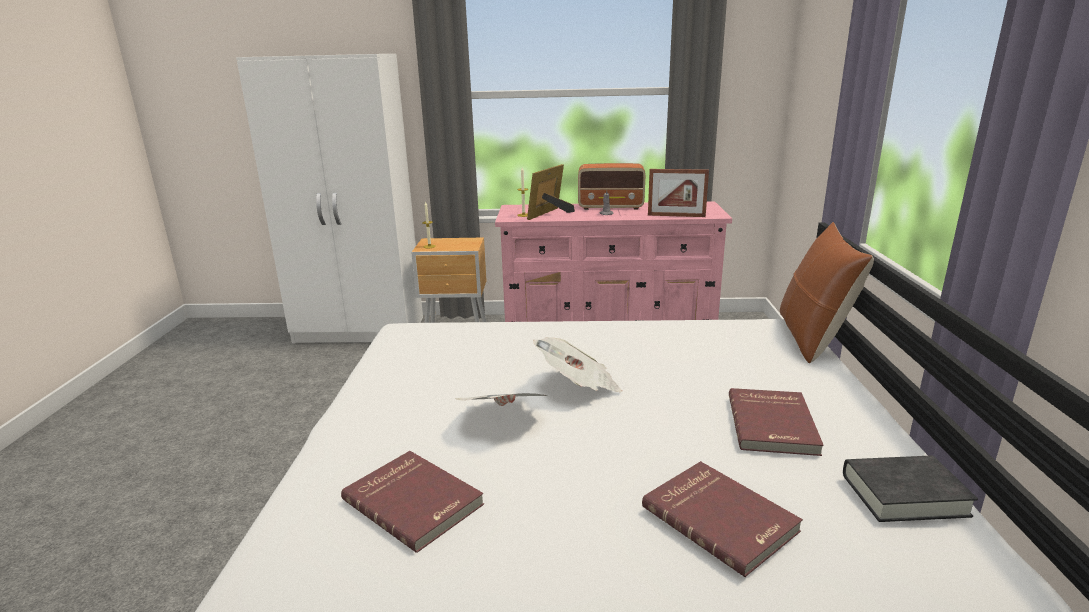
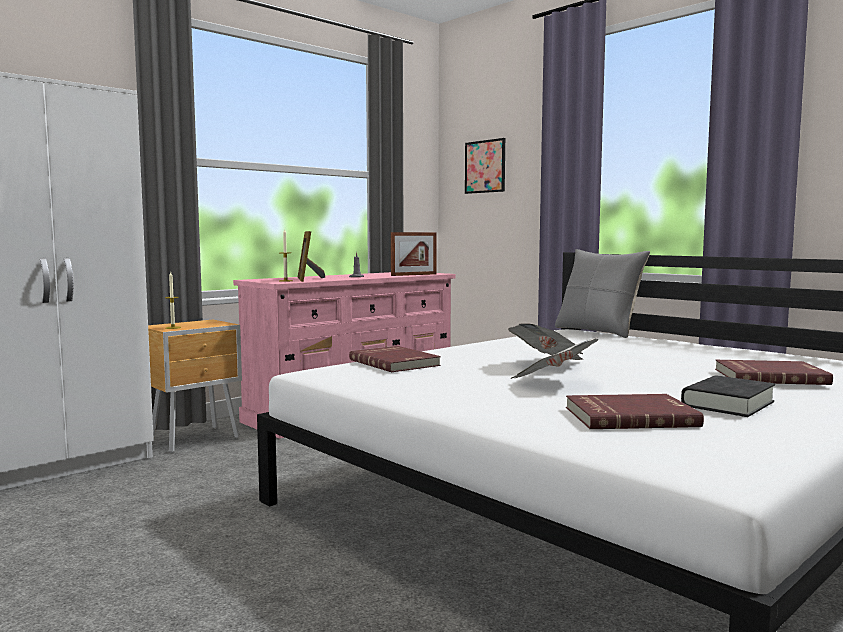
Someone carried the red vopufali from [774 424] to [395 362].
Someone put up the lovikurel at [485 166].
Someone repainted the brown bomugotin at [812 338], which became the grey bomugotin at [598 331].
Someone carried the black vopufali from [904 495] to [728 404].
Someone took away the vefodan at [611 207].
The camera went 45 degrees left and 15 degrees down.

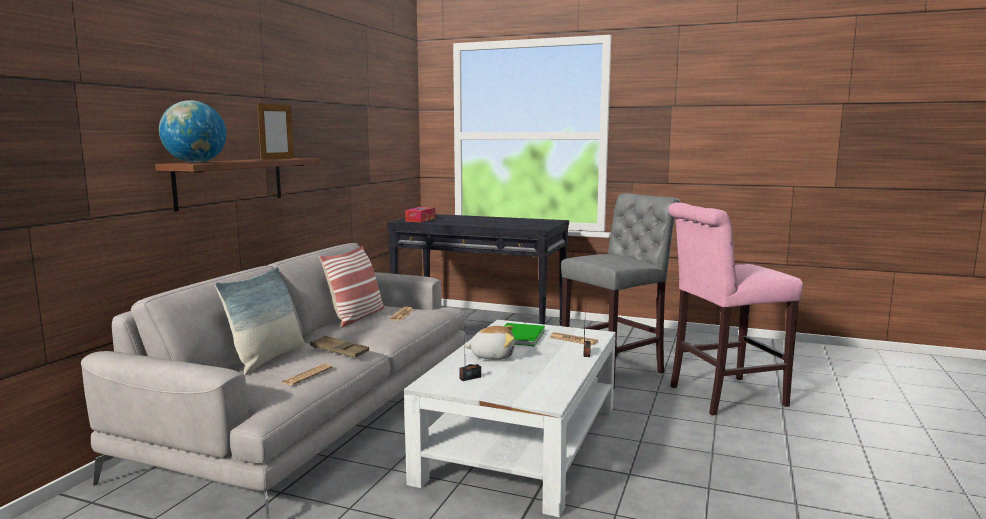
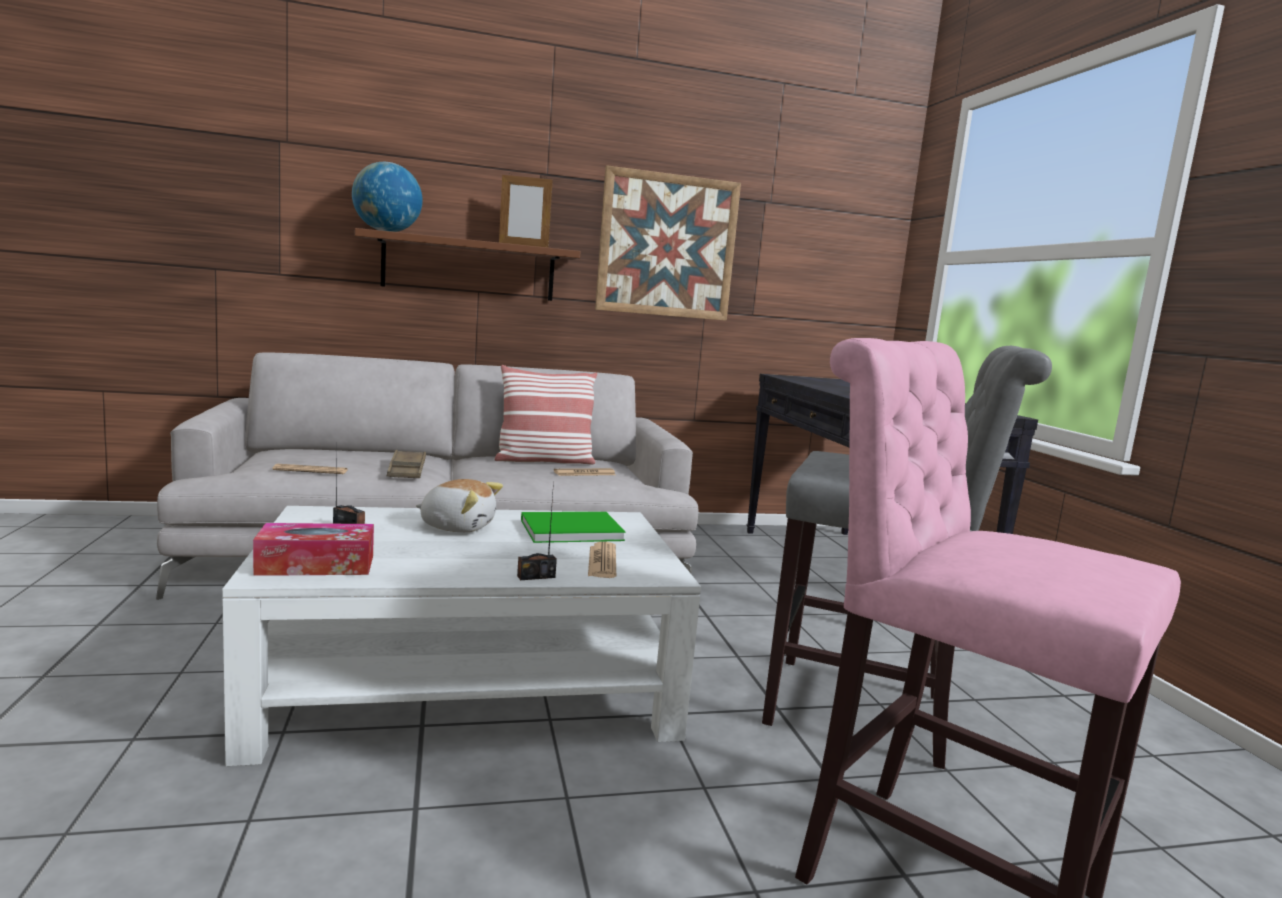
Someone carried the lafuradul from [420 220] to [316 565].
Someone rotated the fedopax at [492 356] by 45 degrees counterclockwise.
Someone put up the lovikurel at [667 246].
Someone took away the bomugotin at [267 358].
The camera went 55 degrees right and 0 degrees up.

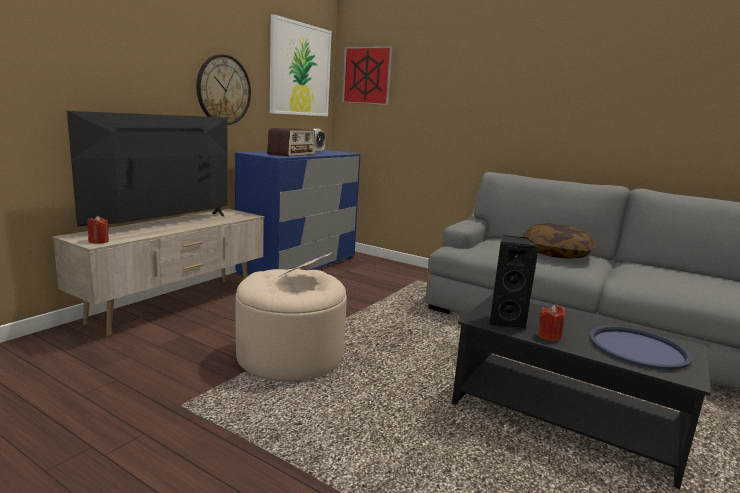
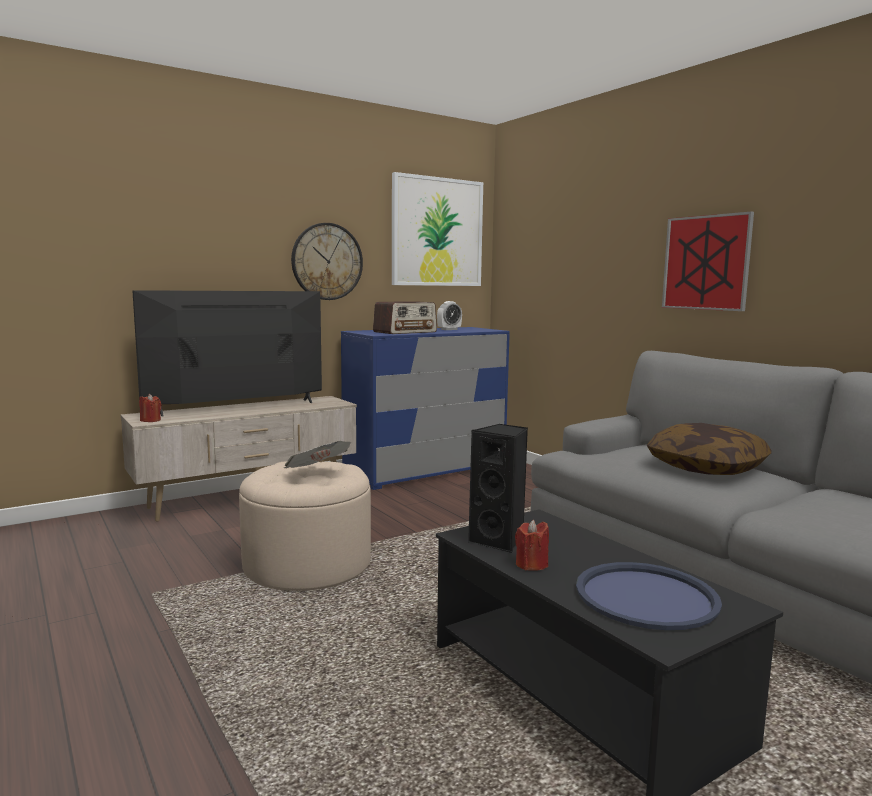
Someone carried the lovikurel from [367 75] to [706 262].
The camera went 25 degrees right and 5 degrees down.

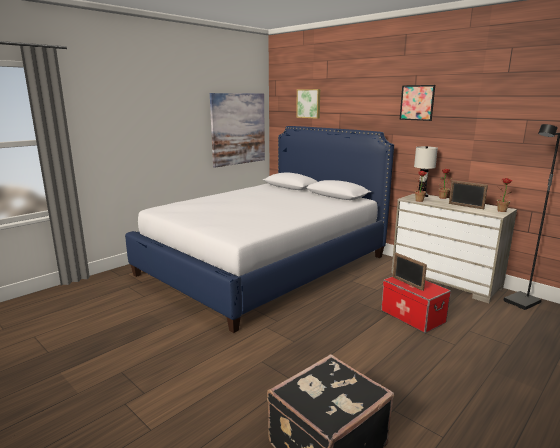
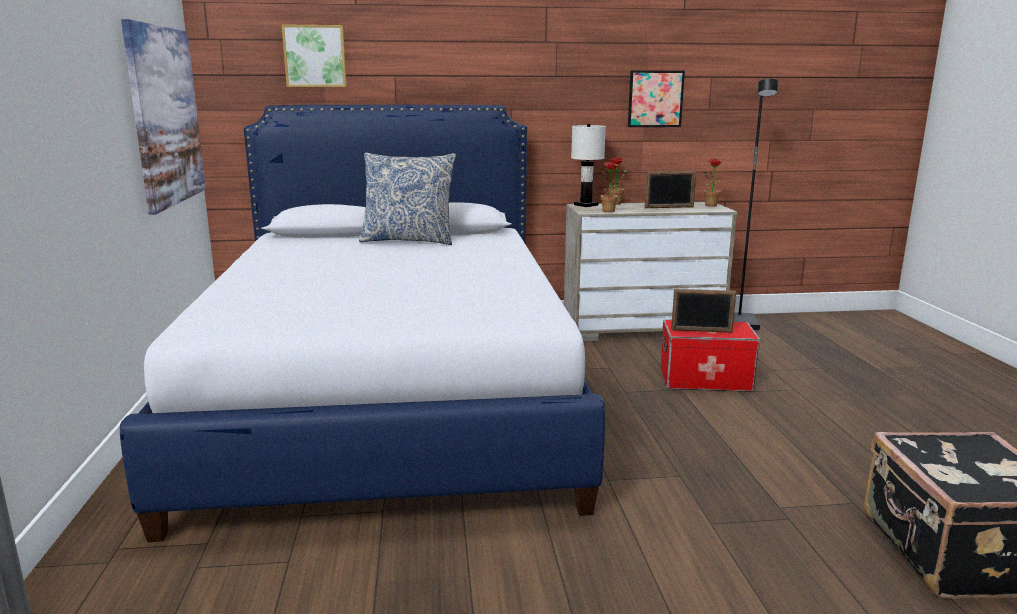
Someone put down the bomugotin at [408 240].
Someone carried the lovikurel from [417 102] to [655 99].
The camera went 50 degrees left and 0 degrees up.

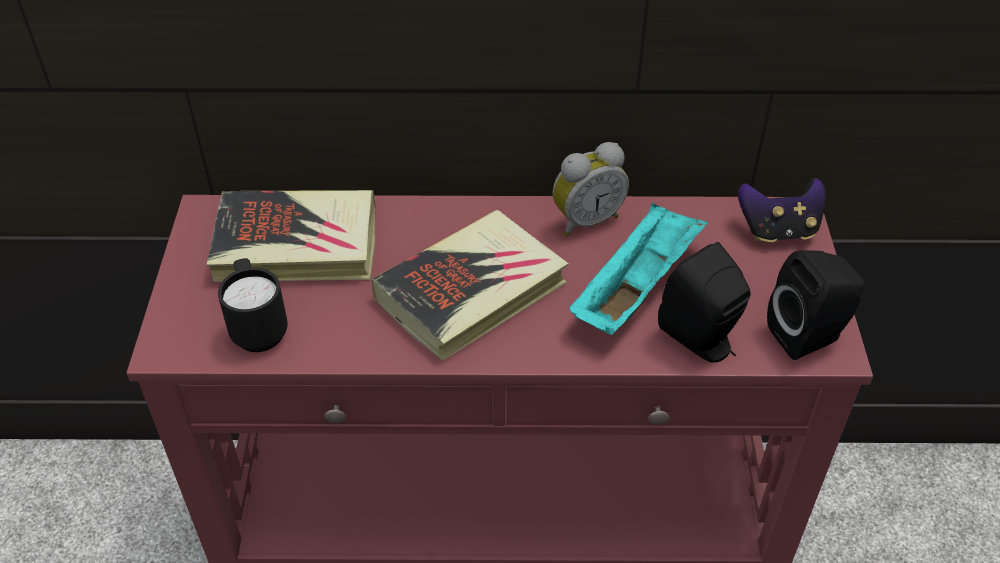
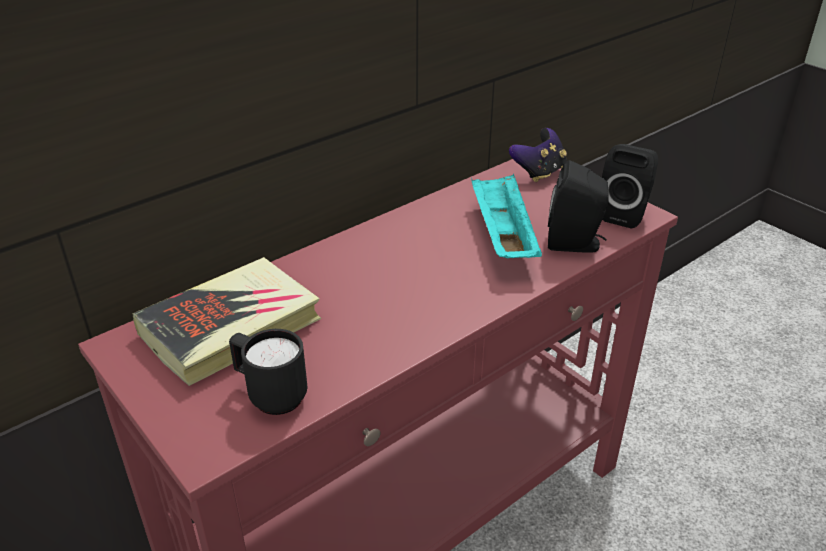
Someone took away the vopufali at [472 291].
Someone took away the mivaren at [585 220].
The camera went 40 degrees left and 10 degrees down.

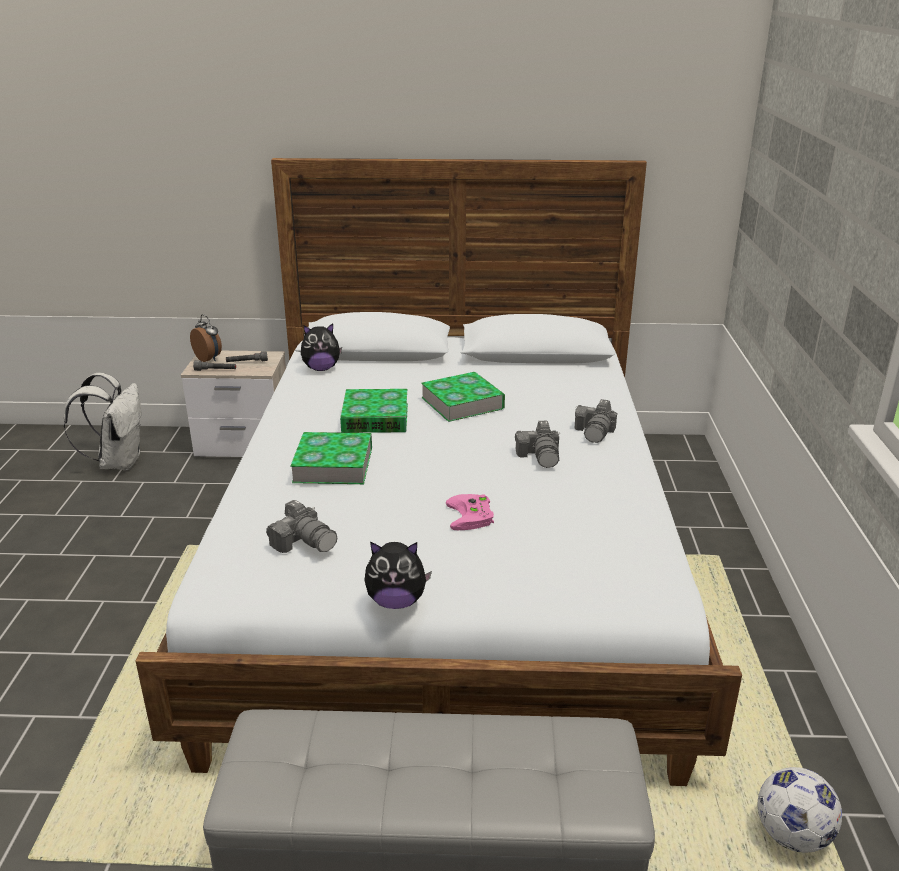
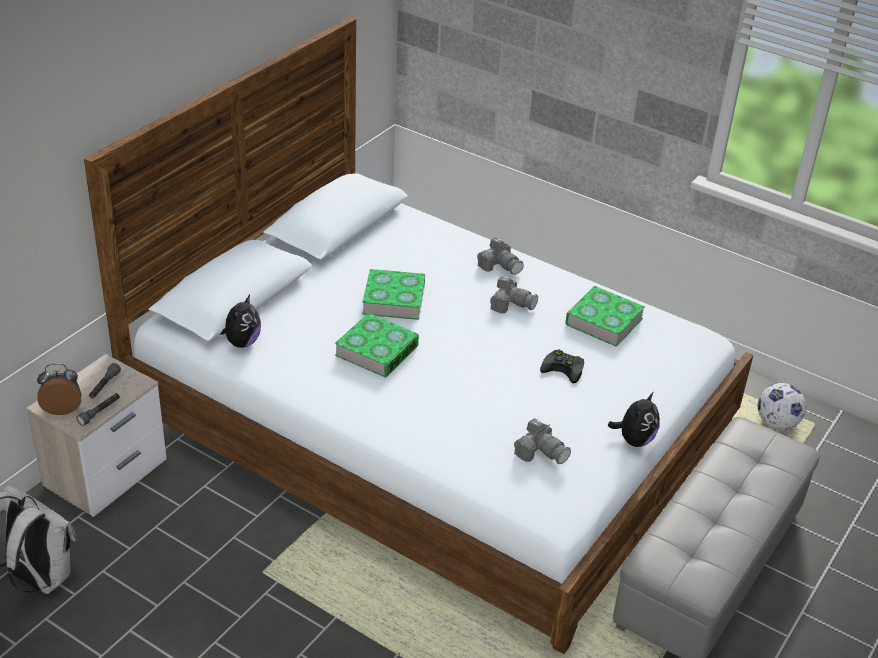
Someone rotated the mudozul at [304 541] by 60 degrees clockwise.
Someone repainted the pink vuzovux at [472 516], which became the black vuzovux at [565 368].
Someone carried the vopufali from [333 465] to [604 321].
The camera went 60 degrees left and 10 degrees up.

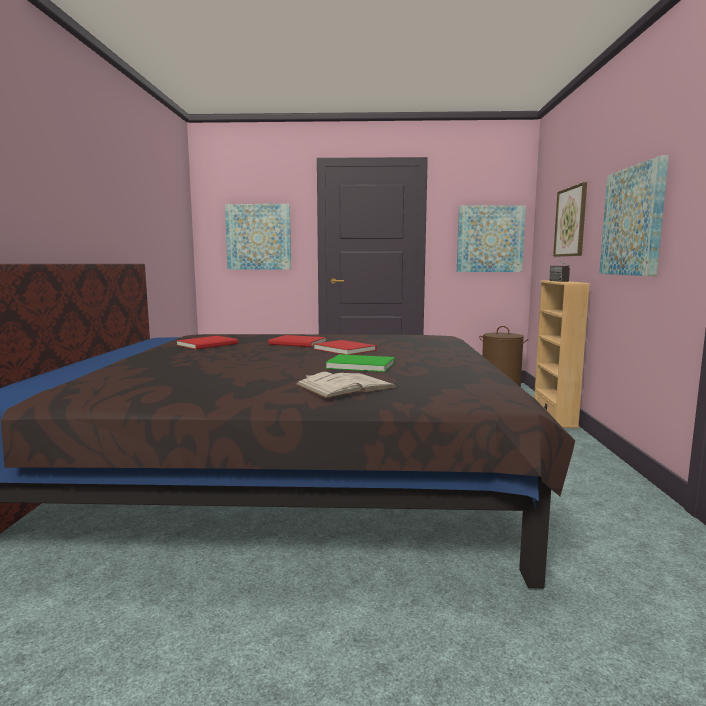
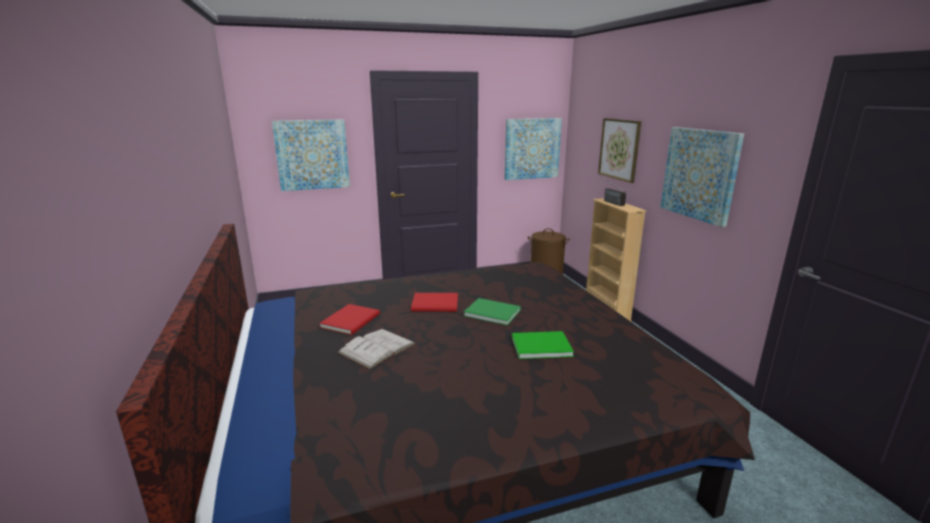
Someone carried the white vopufali from [345 386] to [377 348].
Someone repainted the red vopufali at [344 349], which became the green vopufali at [491 312].
The camera went 20 degrees left and 10 degrees up.

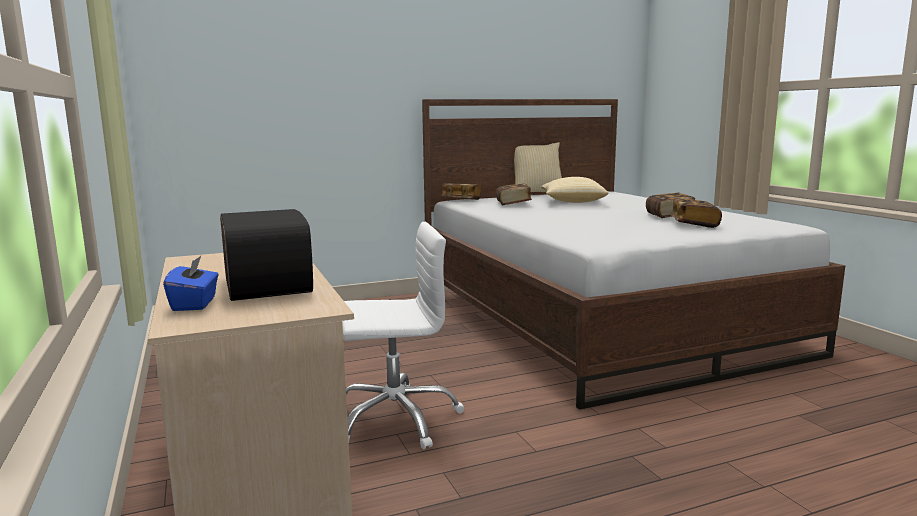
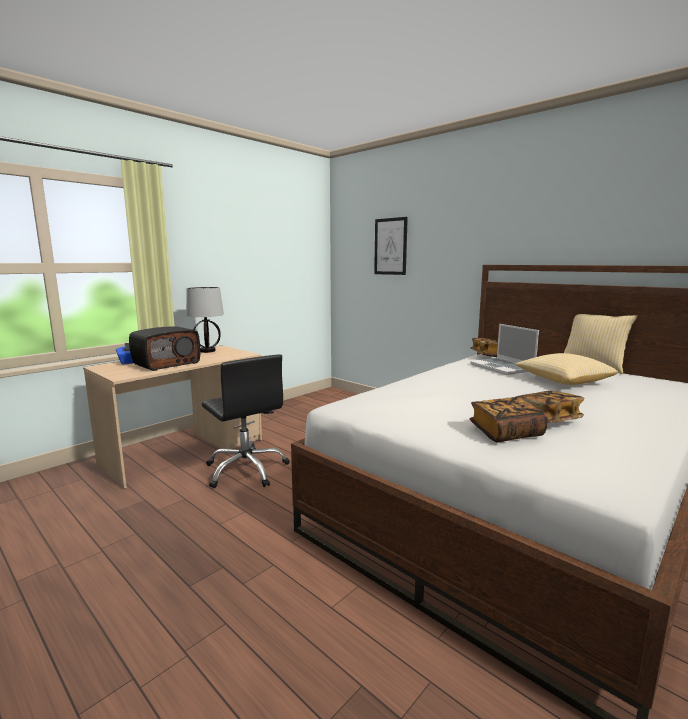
Someone put down the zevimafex at [207 351].
Someone repainted the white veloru at [395 419], which became the black veloru at [246 470].
Someone put up the lovikurel at [390 246].
Someone swapped the vopufali at [513 204] for the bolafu at [503 368].
The camera went 65 degrees right and 0 degrees up.

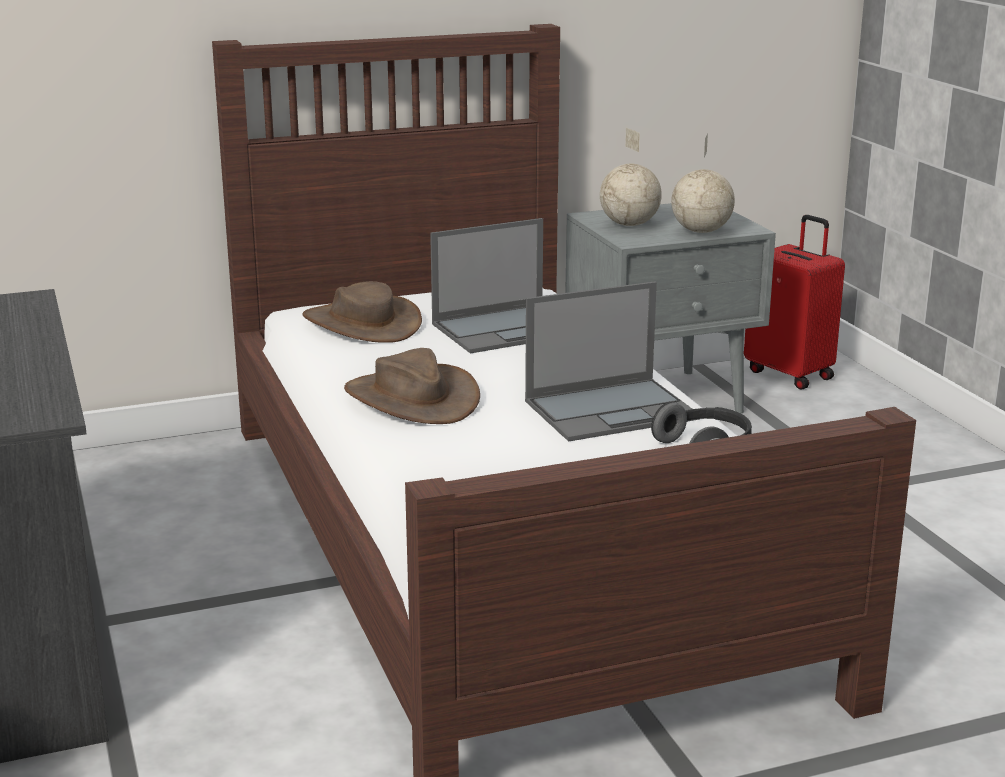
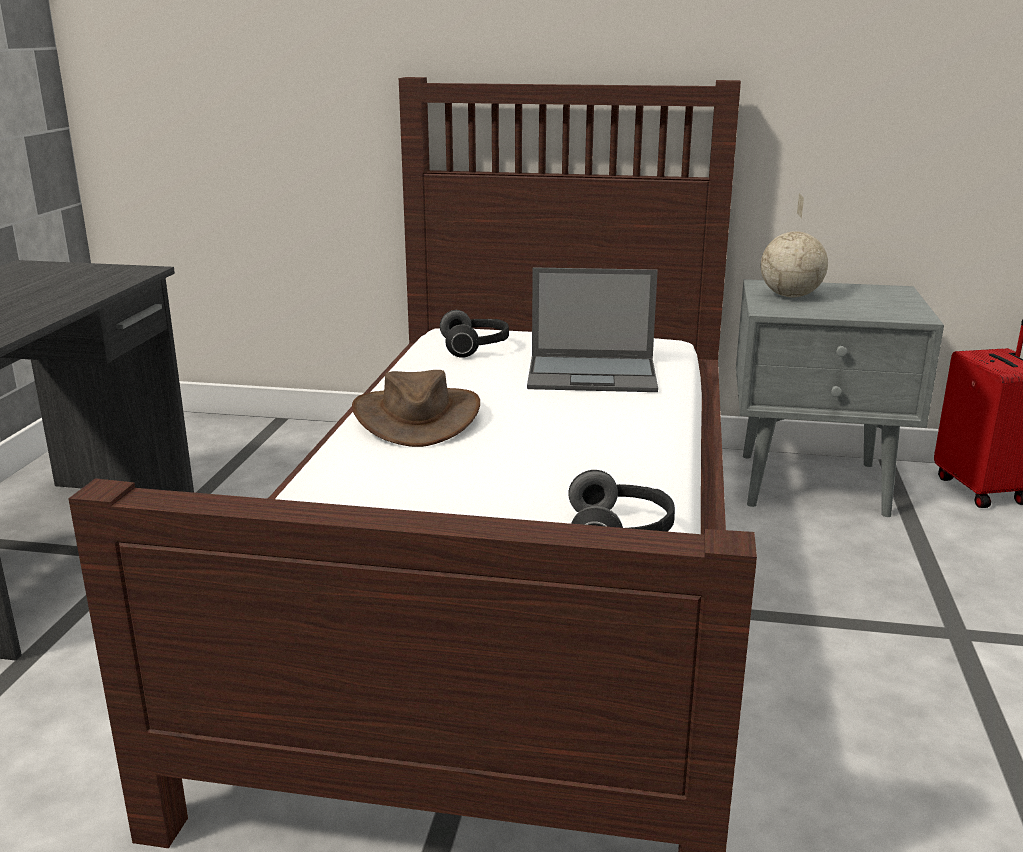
Someone swapped the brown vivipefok at [362 323] for the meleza at [475 348].
Someone took away the bolafu at [612 410].
Someone took away the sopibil at [701 231].
The camera went 30 degrees right and 0 degrees up.

